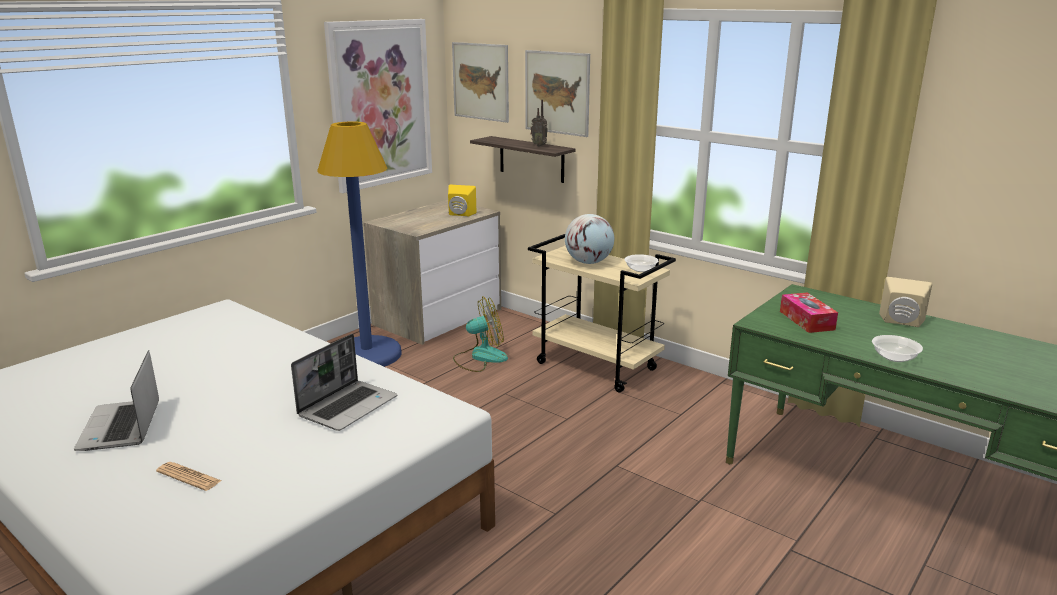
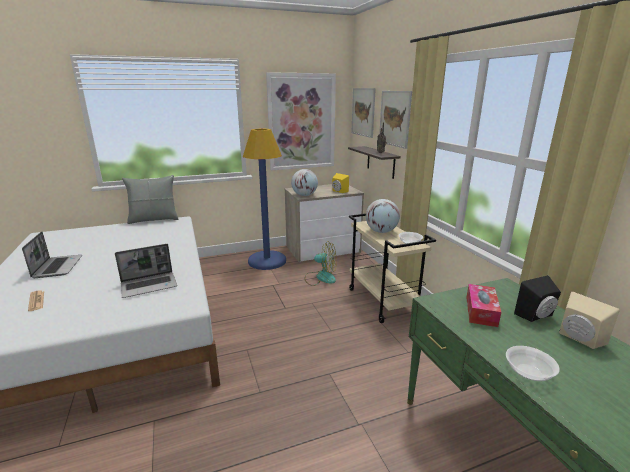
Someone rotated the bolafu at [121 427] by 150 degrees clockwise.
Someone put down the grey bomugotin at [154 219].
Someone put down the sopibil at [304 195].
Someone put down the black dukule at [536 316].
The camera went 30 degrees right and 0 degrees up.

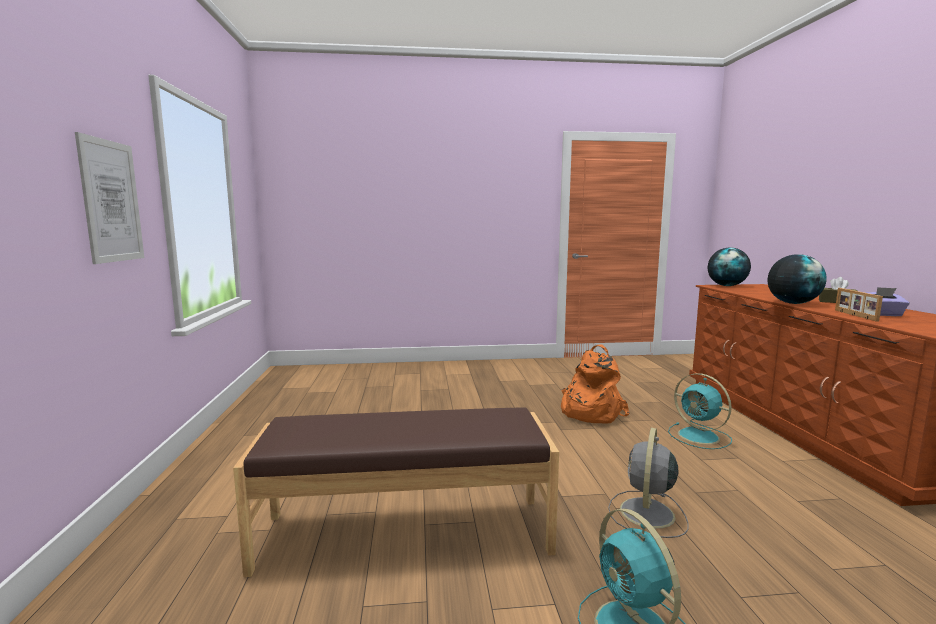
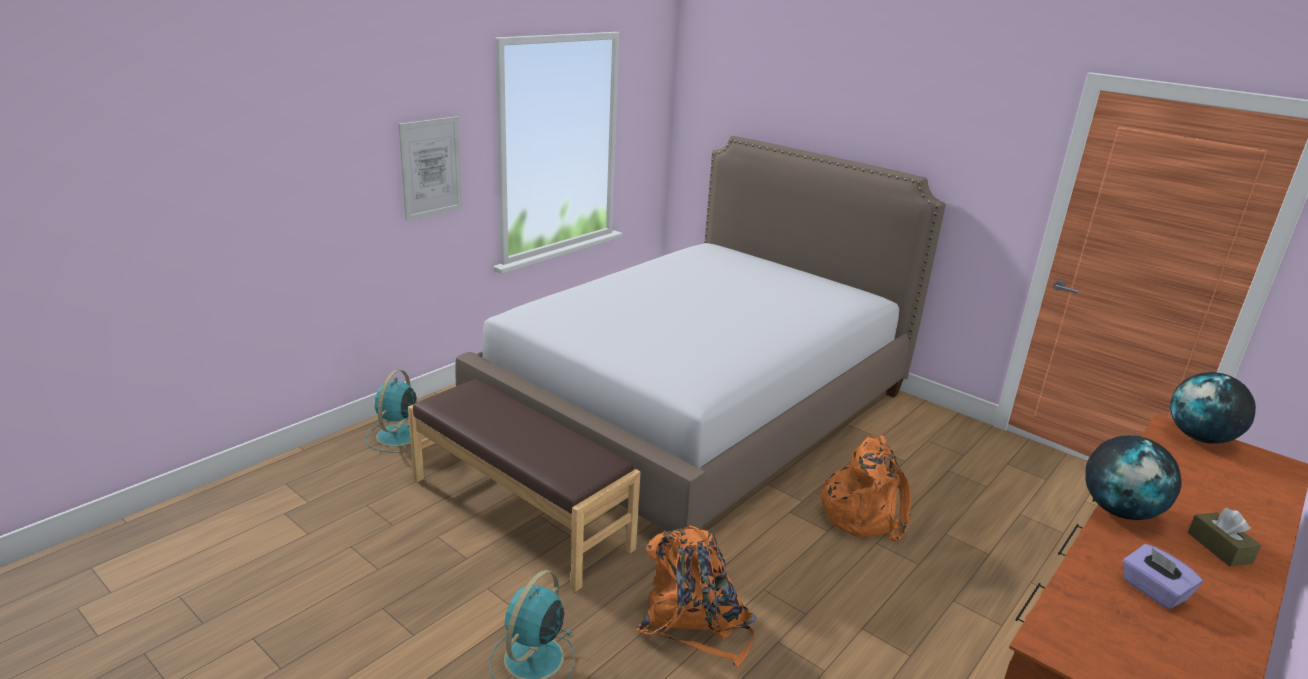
Someone carried the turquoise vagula from [700 436] to [397 436].
Someone put down the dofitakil at [697 410].
Someone swapped the grey vagula at [646 514] for the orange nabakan at [694 621].
Someone took away the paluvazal at [854 315].
The camera went 45 degrees right and 15 degrees up.

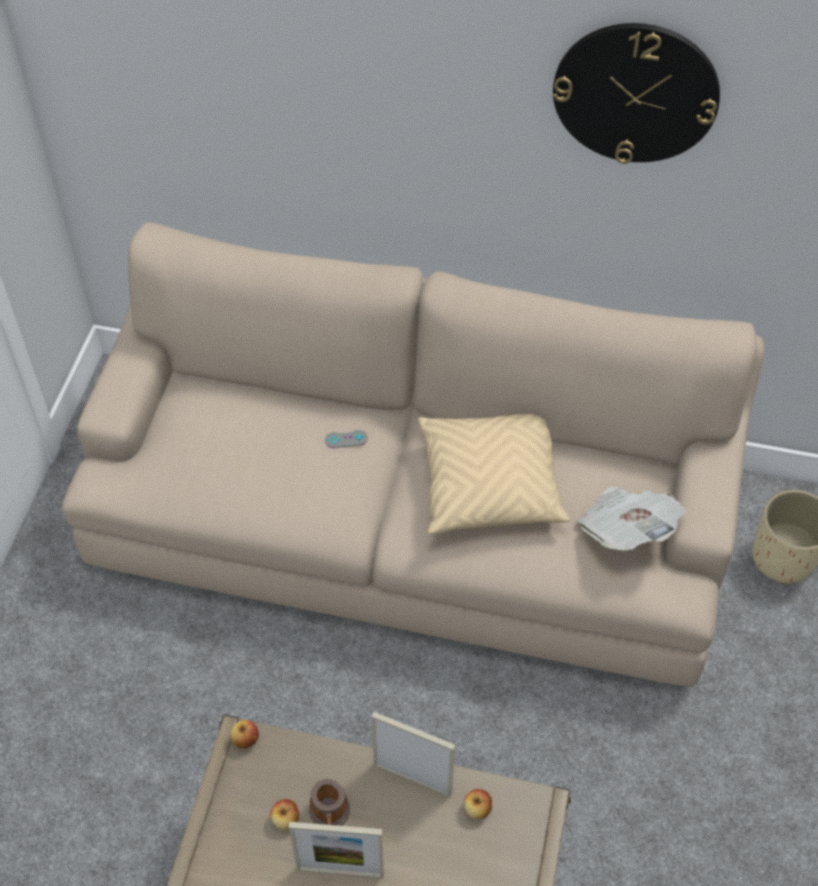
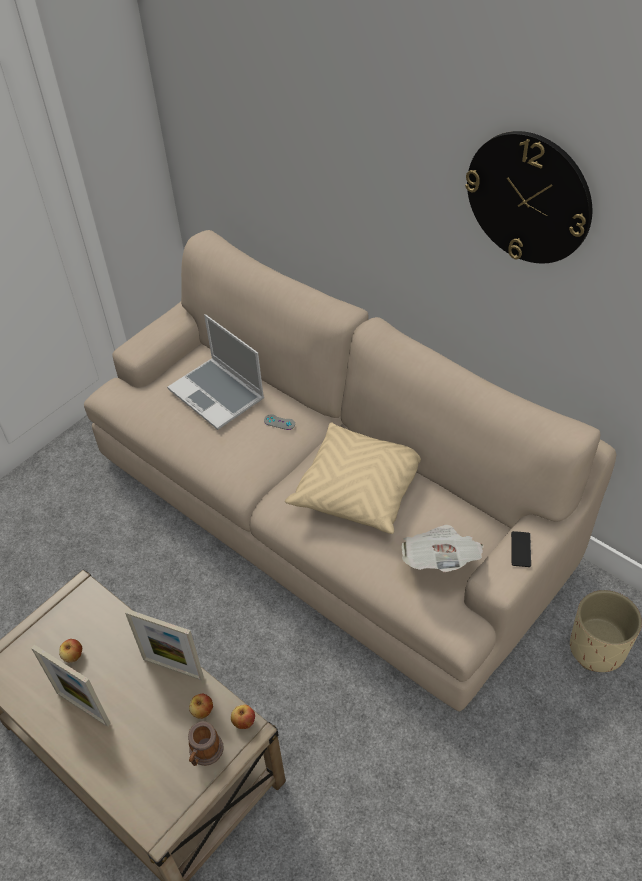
Someone rotated the paluvazal at [412 779] by 150 degrees clockwise.
Someone put down the bolafu at [218 395].
Someone carried the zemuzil from [330 815] to [204 753].
Someone carried the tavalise from [245 740] to [244 721].
Someone put down the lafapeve at [520 549].
The camera went 30 degrees right and 5 degrees down.

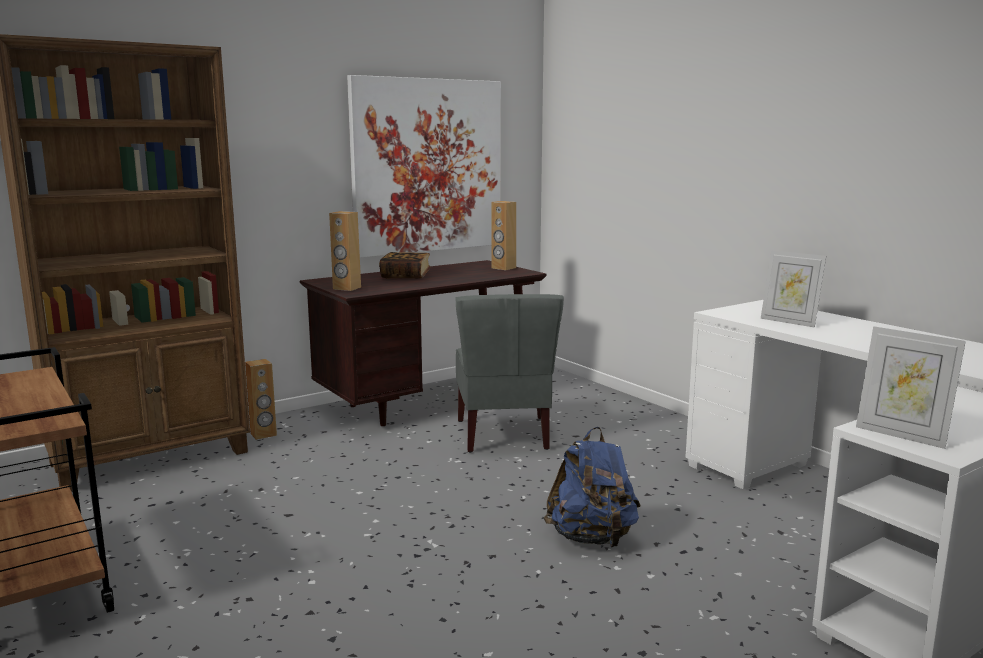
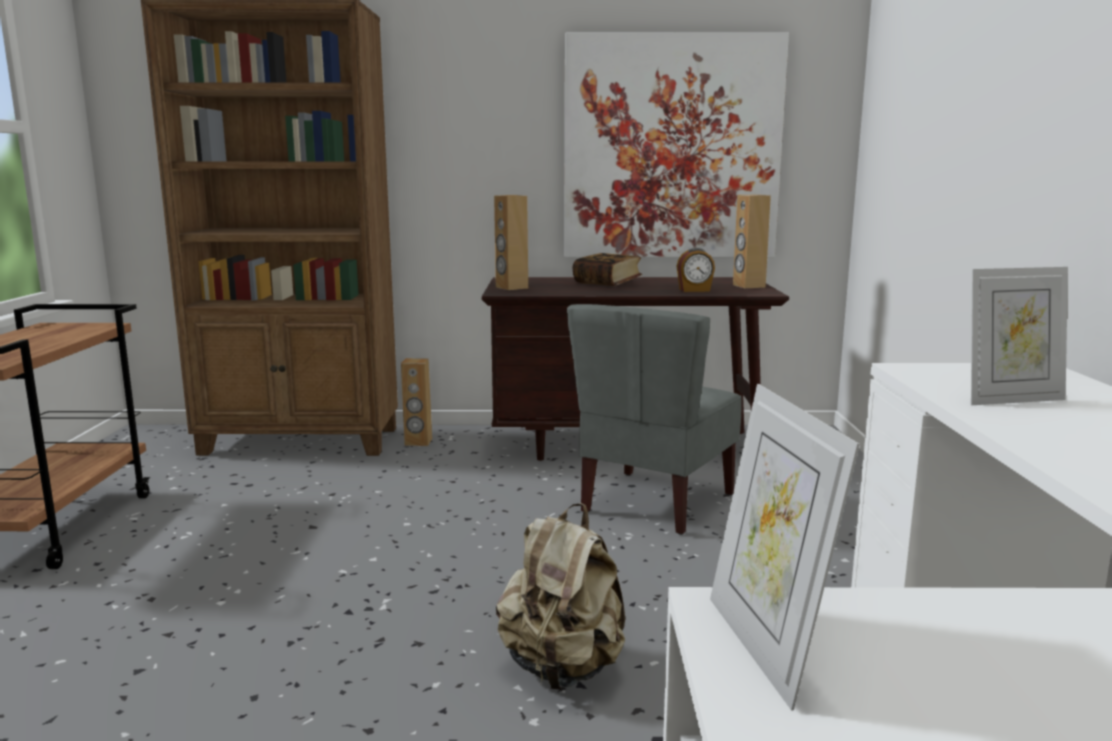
Someone repainted the blue nabakan at [592 538], which became the beige nabakan at [563 668].
Someone put down the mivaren at [694 290].
Someone rotated the paluvazal at [789 322] by 90 degrees counterclockwise.
The camera went 35 degrees right and 0 degrees up.

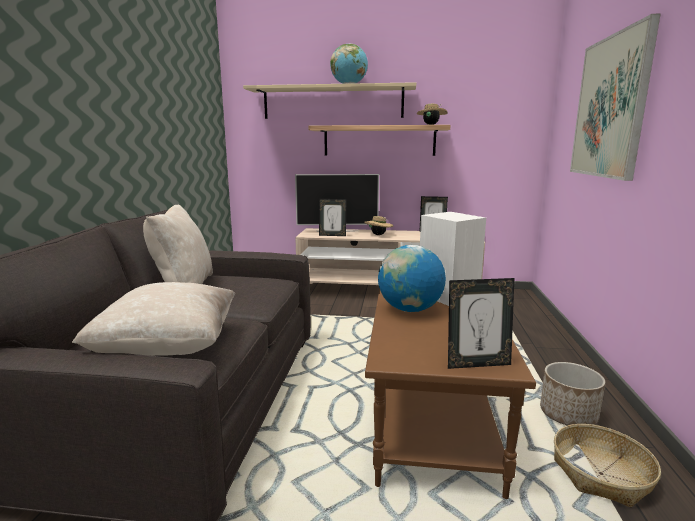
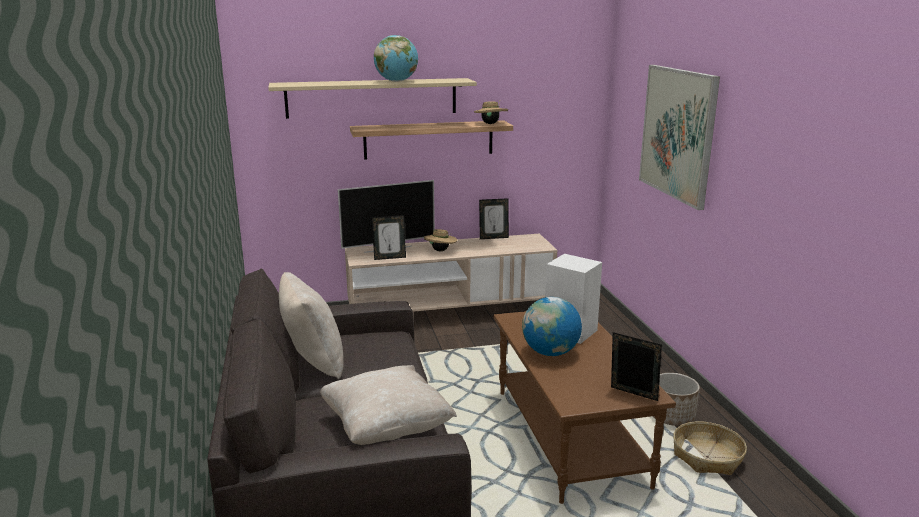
Someone rotated the paluvazal at [477 364] by 120 degrees counterclockwise.
The camera went 20 degrees left and 5 degrees up.

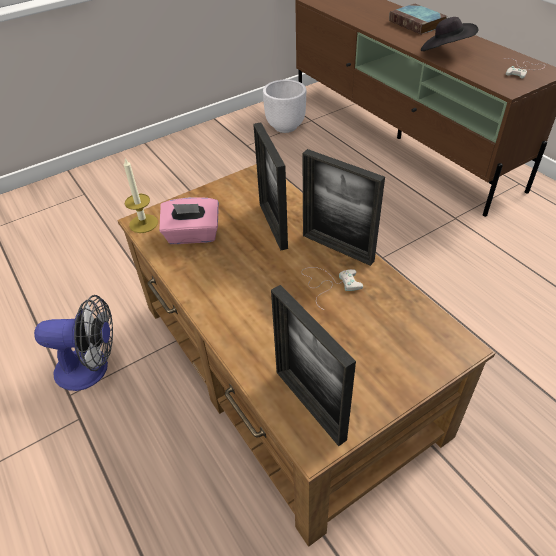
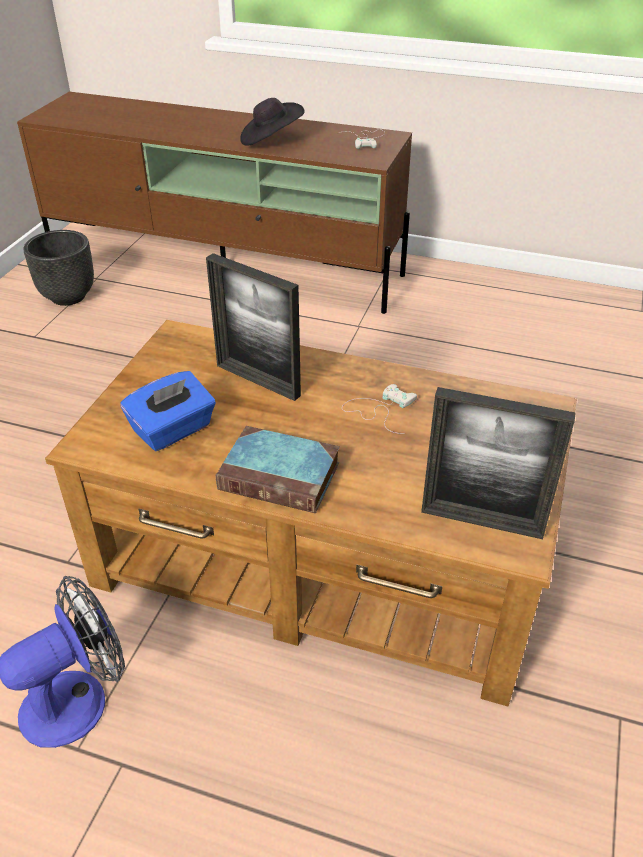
Someone repainted the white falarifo at [286 127], which became the black falarifo at [69 296].
Someone repainted the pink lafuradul at [192 235], which became the blue lafuradul at [173 430].
Someone carried the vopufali from [418 24] to [282 476].
Someone took away the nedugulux at [143 223].
Someone took away the paluvazal at [337 248].
The camera went 40 degrees left and 5 degrees down.

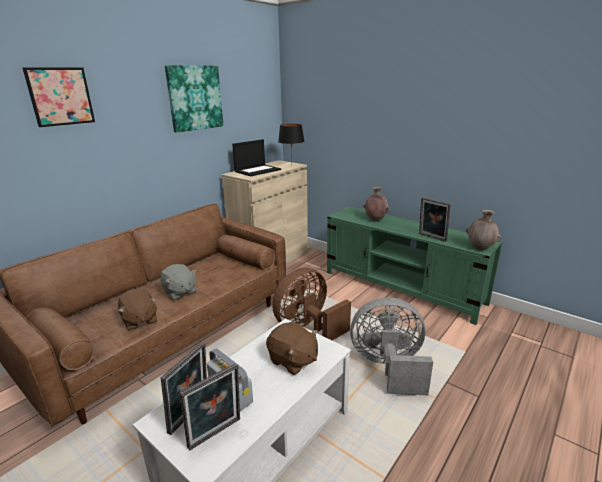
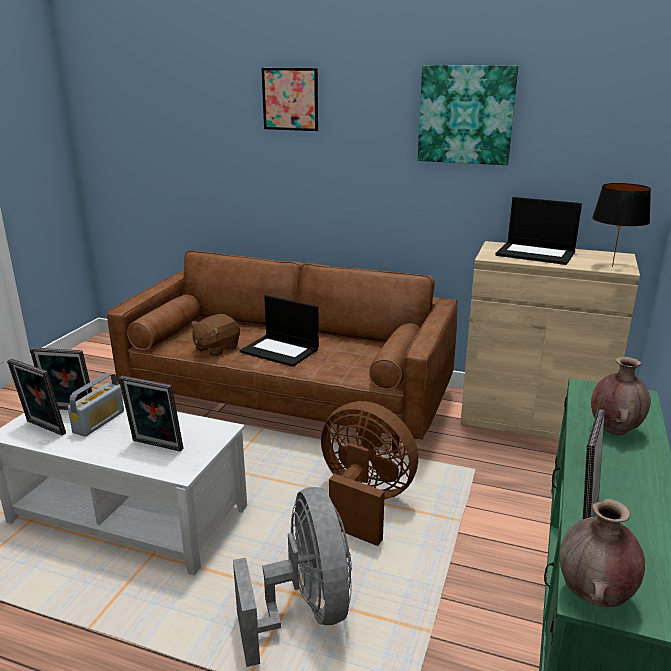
Someone swapped the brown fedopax at [293 360] for the paluvazal at [155 446].
Someone swapped the grey fedopax at [179 292] for the bolafu at [280 350].
The camera went 70 degrees right and 0 degrees up.

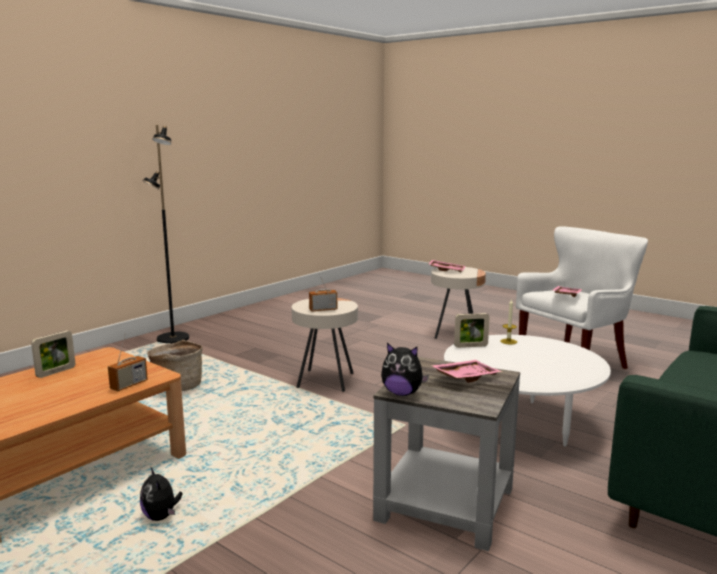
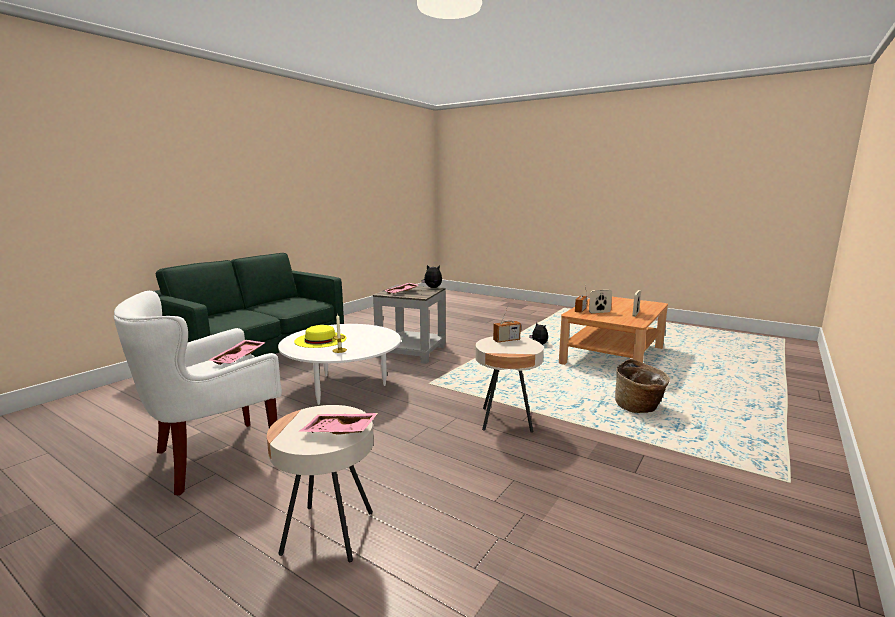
Someone put down the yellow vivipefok at [320 339].
Someone carried the paluvazal from [471 346] to [599 312].
Someone took away the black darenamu at [172 339].
The camera went 175 degrees right and 0 degrees up.

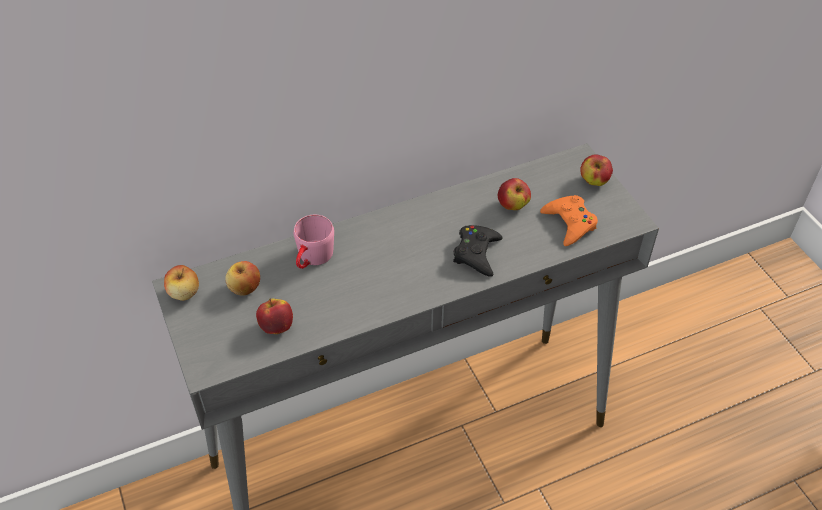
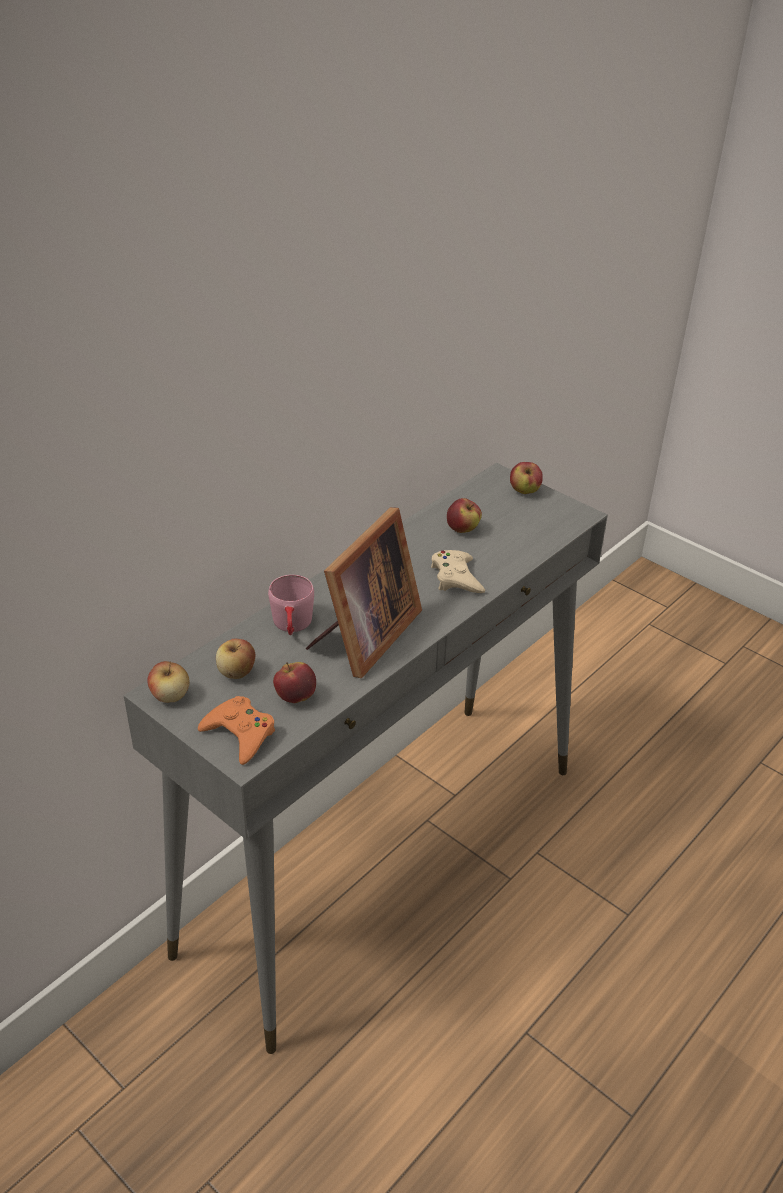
Someone carried the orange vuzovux from [569 223] to [240 734].
Someone put down the paluvazal at [363 637].
Someone repainted the black vuzovux at [476 253], which became the beige vuzovux at [456 577].
The camera went 25 degrees left and 10 degrees down.

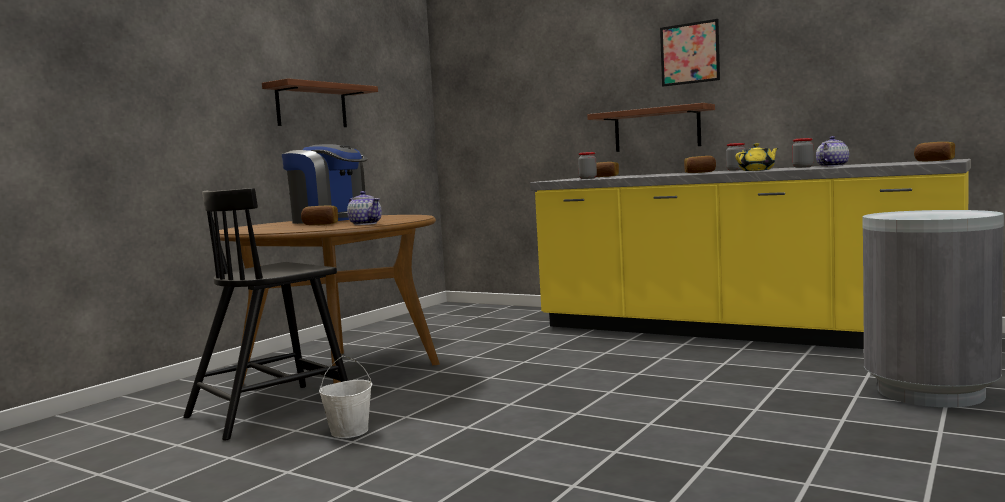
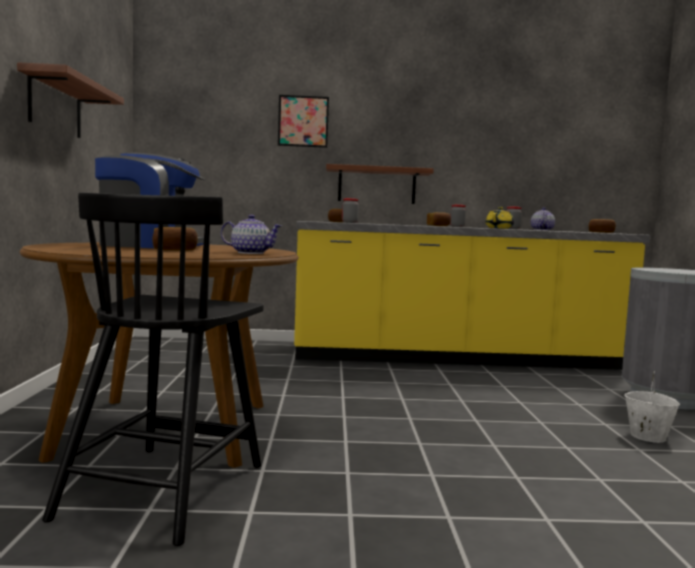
Someone carried the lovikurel from [690 53] to [303 121].
Someone carried the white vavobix from [349 431] to [647 437].
The camera went 35 degrees left and 0 degrees up.

